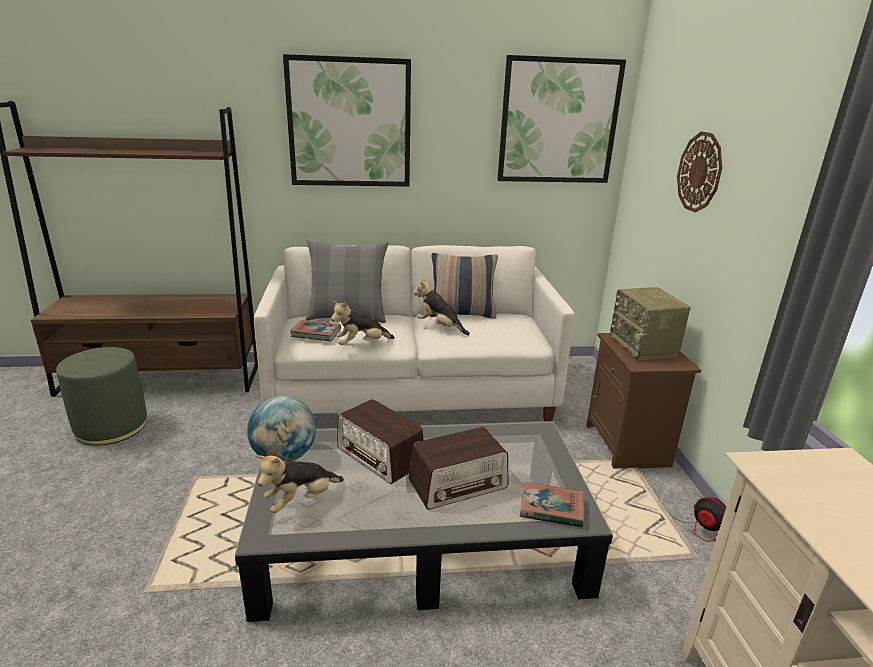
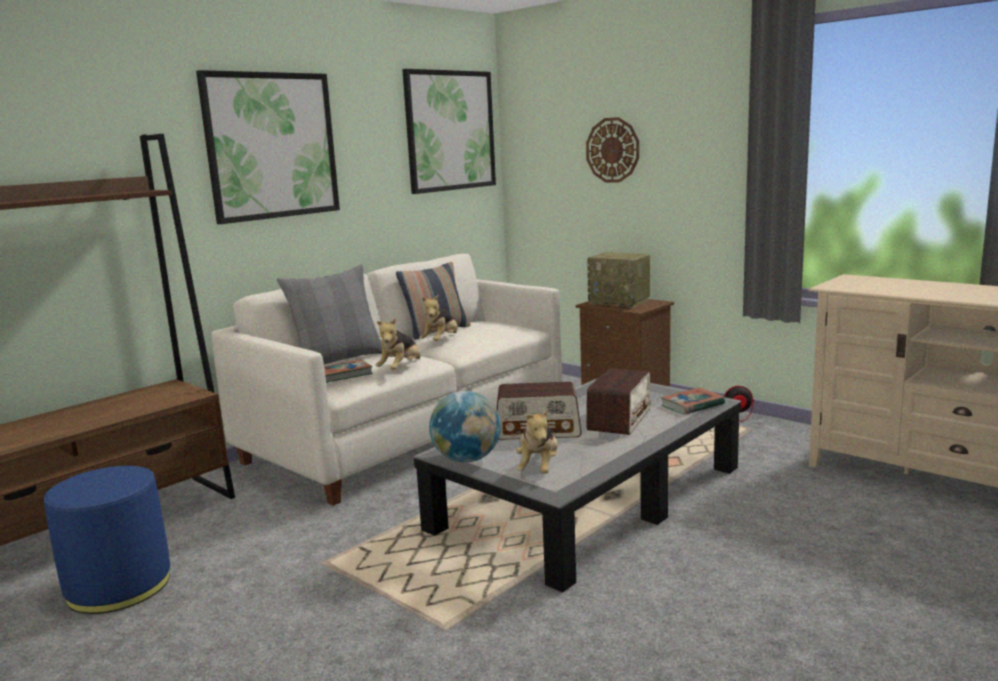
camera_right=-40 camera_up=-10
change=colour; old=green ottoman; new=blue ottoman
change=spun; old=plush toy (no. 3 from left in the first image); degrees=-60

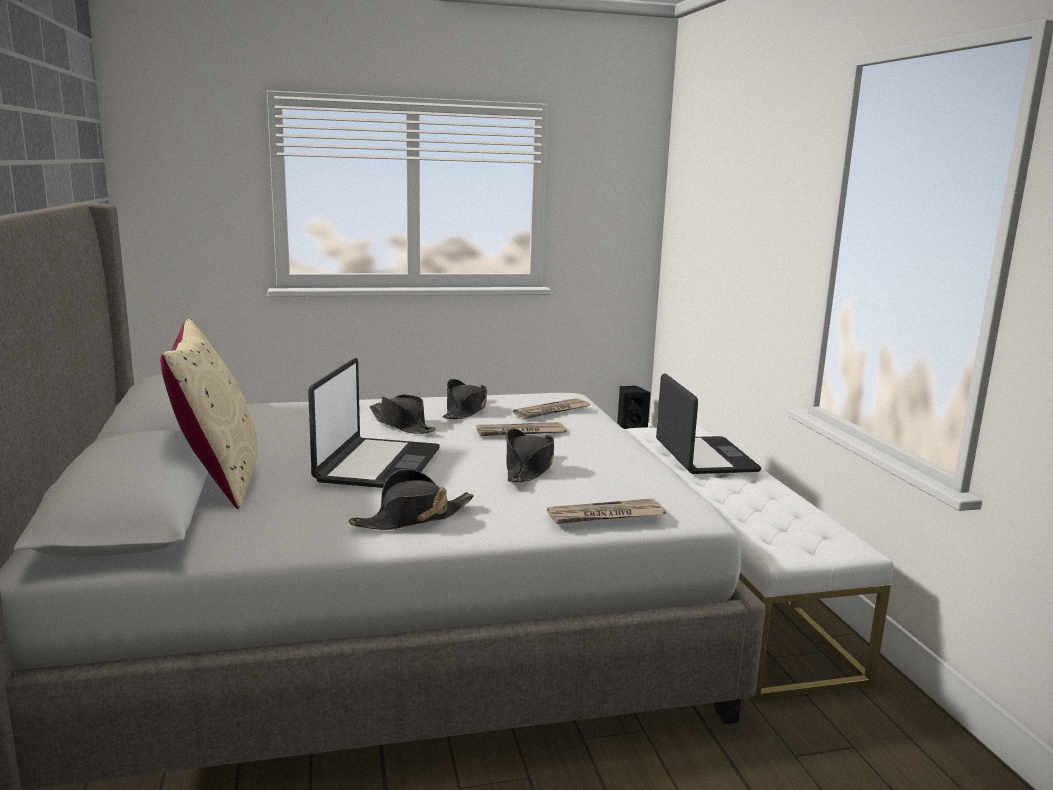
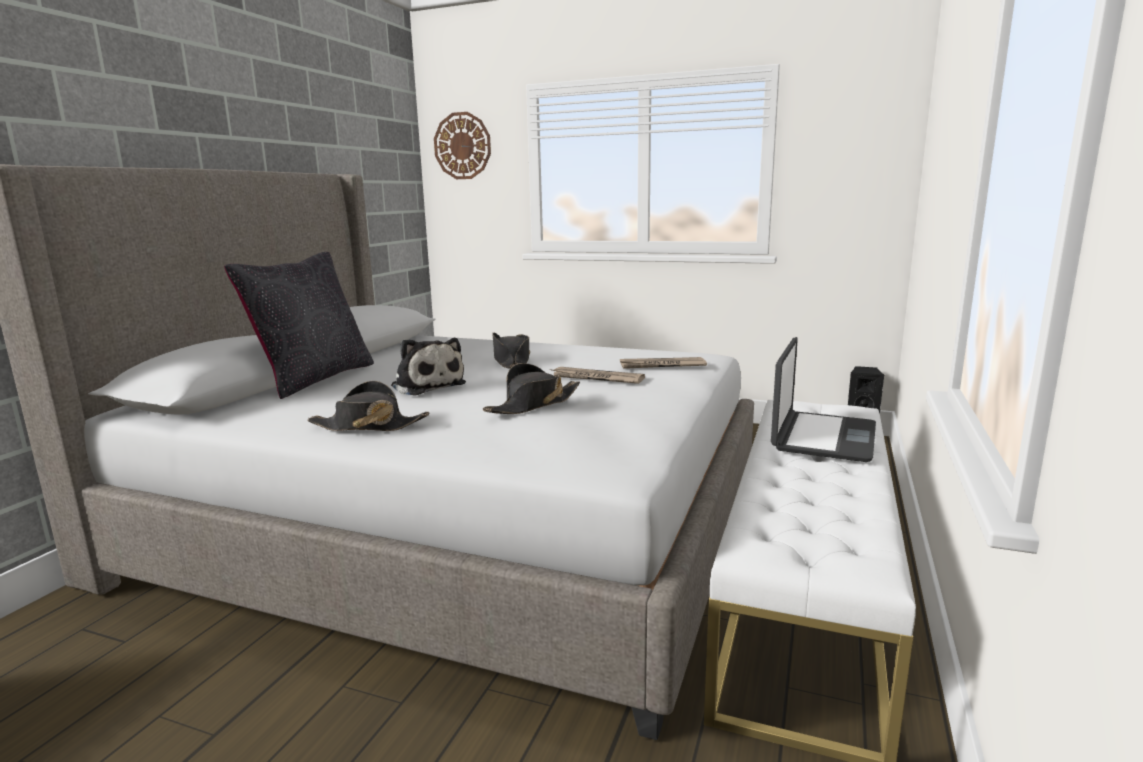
camera_right=35 camera_up=0
change=missing; old=black hat (no. 3 from left)
change=missing; old=newspaper (no. 3 from left)
change=appeared; new=wall clock
change=exchanged; old=laptop (no. 1 from left); new=plush toy
change=colour; old=beige pillow; new=black pillow

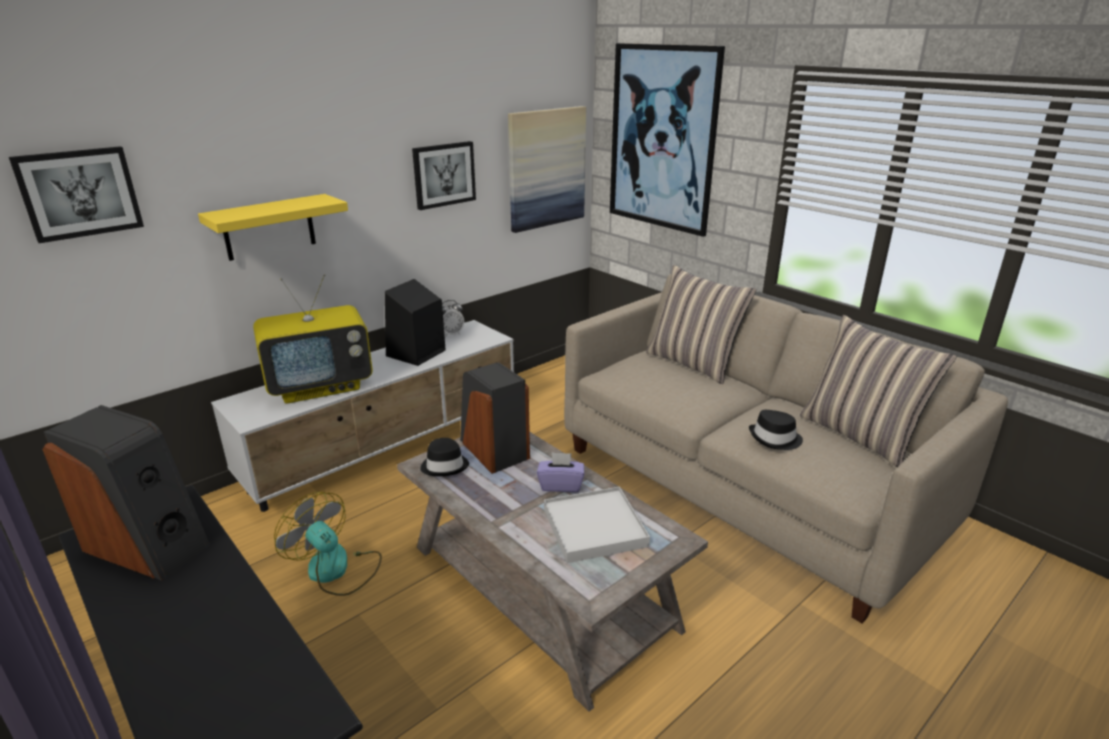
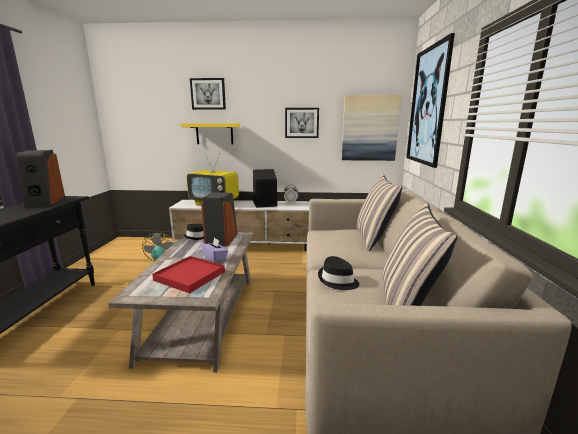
camera_right=45 camera_up=-10
change=relocated; old=picture (no. 1 from left)
change=colour; old=white tray; new=red tray

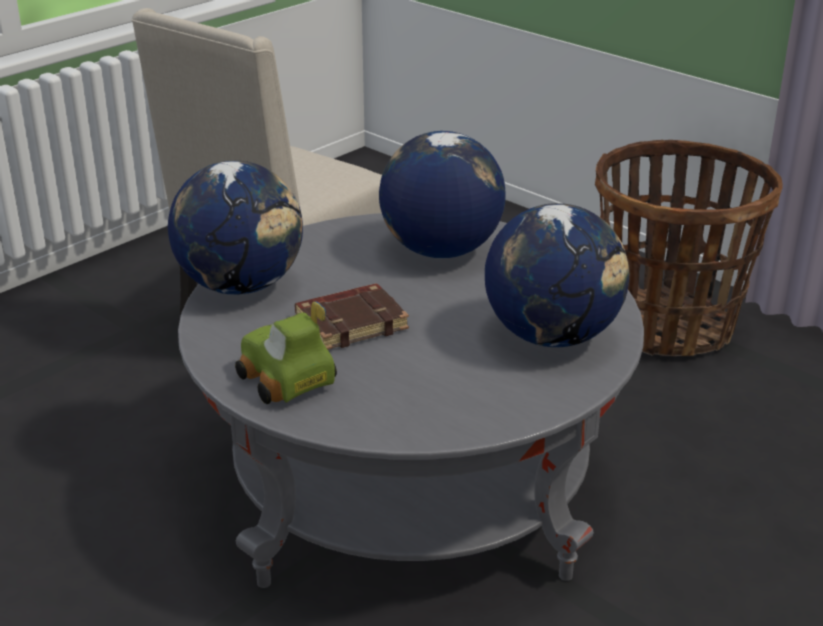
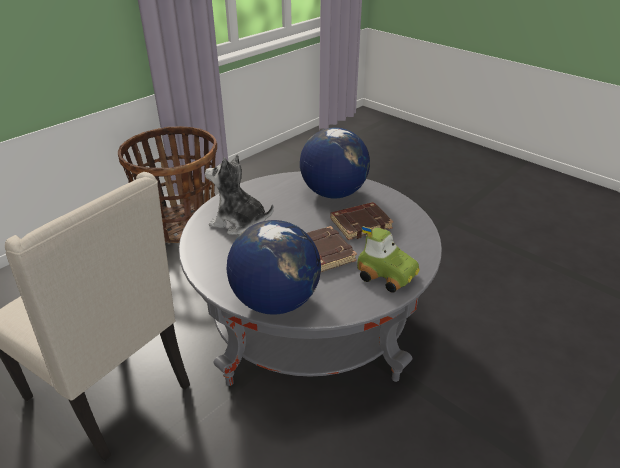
camera_right=-90 camera_up=5
change=appeared; new=brown book (no. 2 from left)
change=exchanged; old=globe (no. 2 from left); new=plush toy
change=spun; old=toy car; degrees=-105

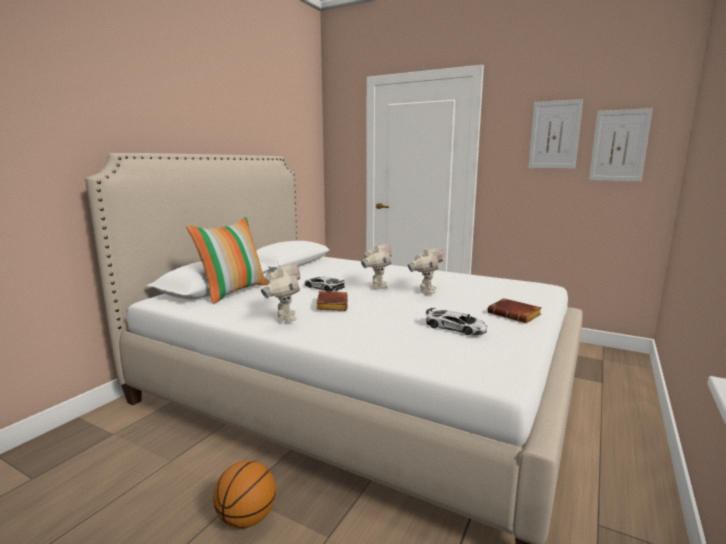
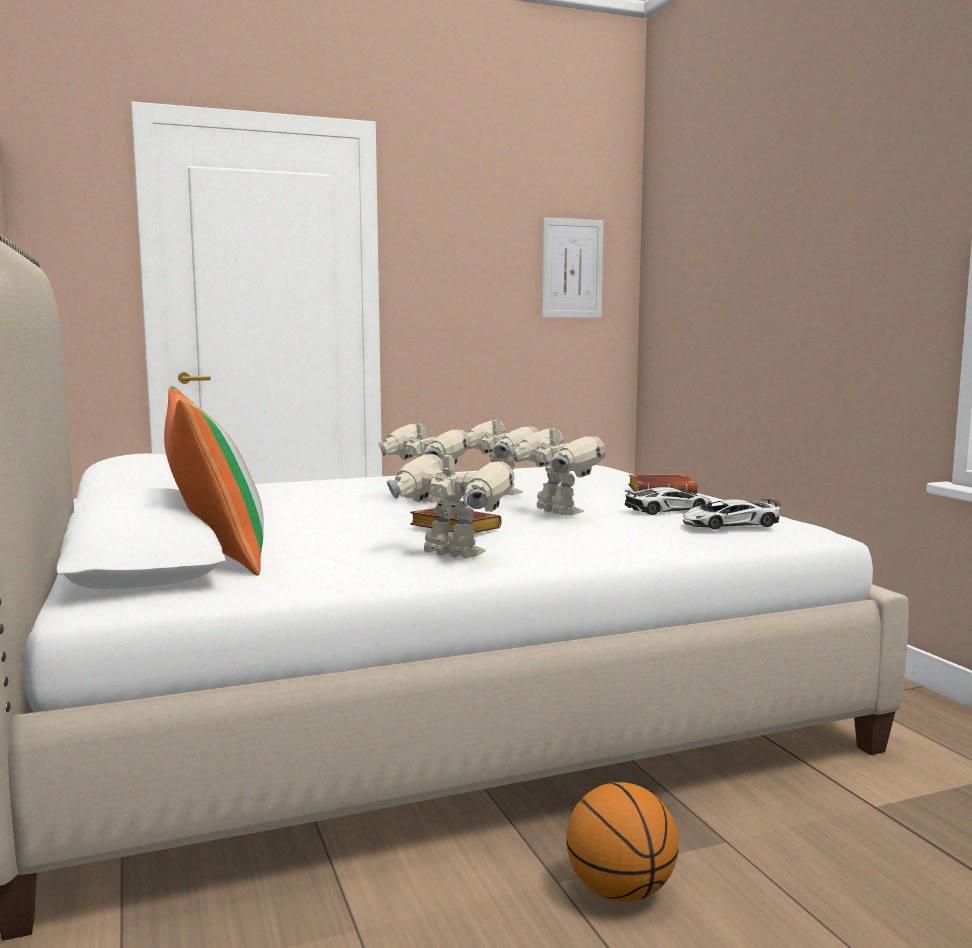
camera_right=-50 camera_up=-5
change=missing; old=picture (no. 1 from left)
change=appeared; new=toy robot (no. 4 from left)
change=relocated; old=toy car (no. 1 from left in the first image); new=toy car (no. 2 from left)

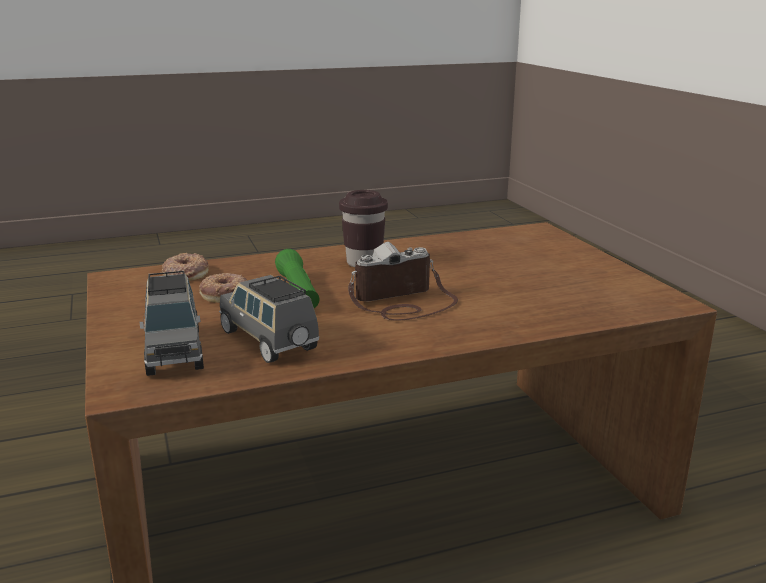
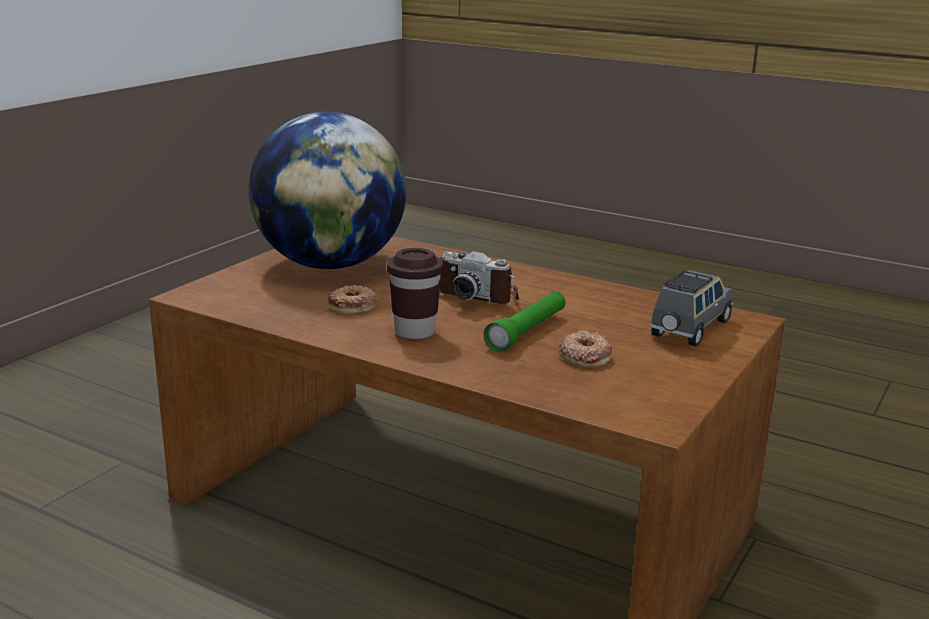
camera_right=-130 camera_up=0
change=missing; old=grey toy car (no. 2 from left)
change=appeared; new=globe
change=relocated; old=donut (no. 1 from left)

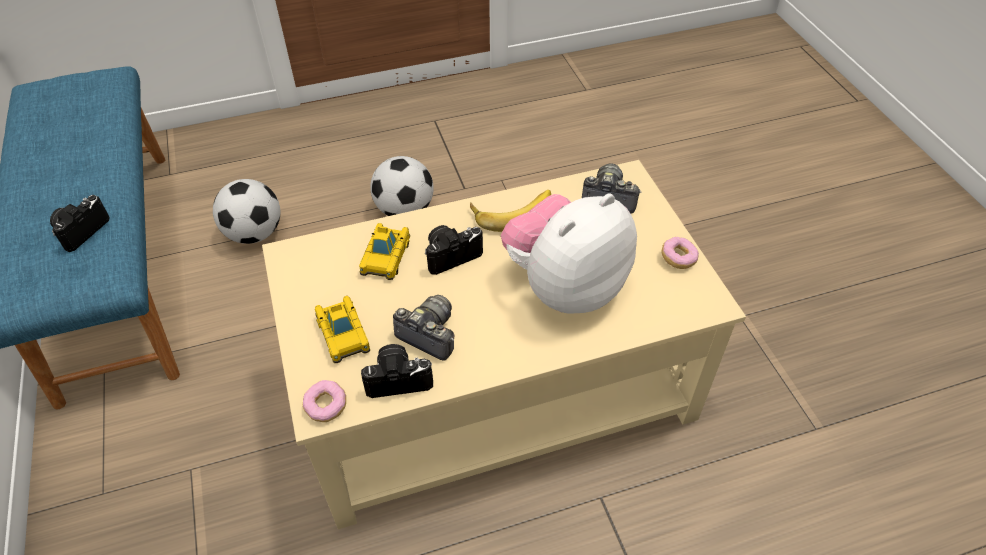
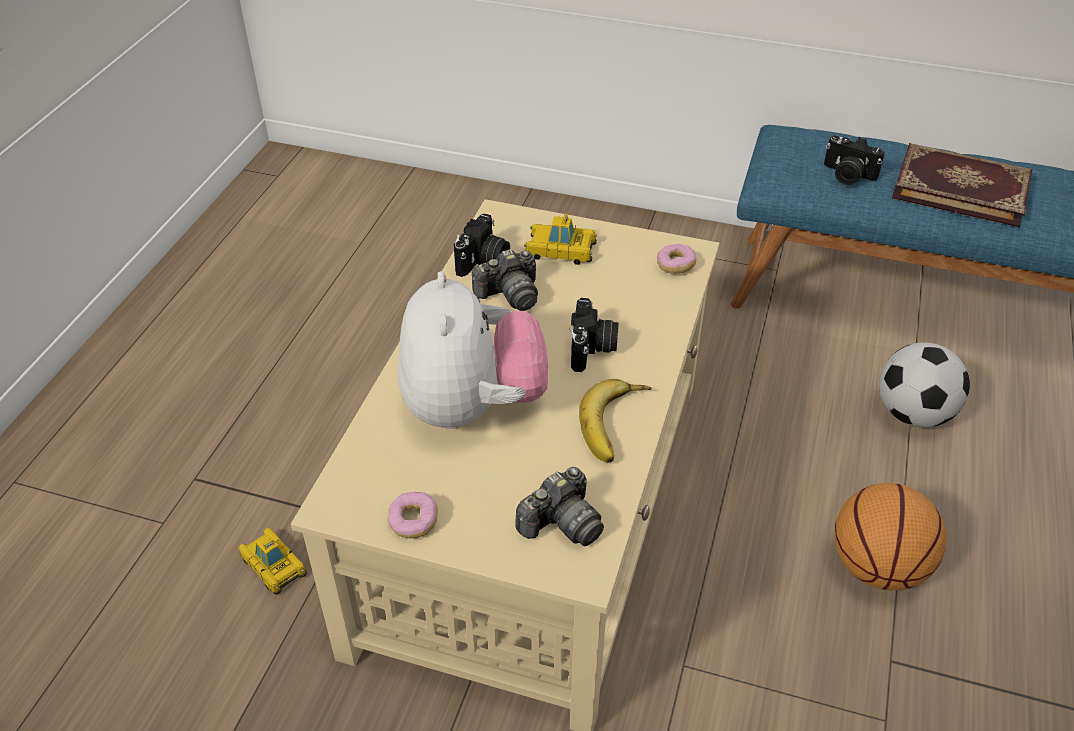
camera_right=125 camera_up=-5
change=appeared; new=book
change=relocated; old=donut (no. 1 from left in the first image); new=donut (no. 2 from left)
change=relocated; old=toy car (no. 2 from left in the first image); new=toy car (no. 1 from left)
change=exchanged; old=football (no. 2 from left); new=basketball
change=spun; old=photo camera (no. 1 from left in the first image); degrees=150

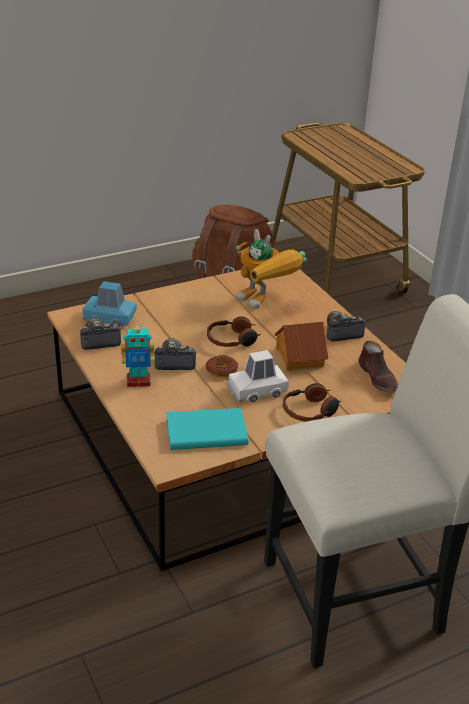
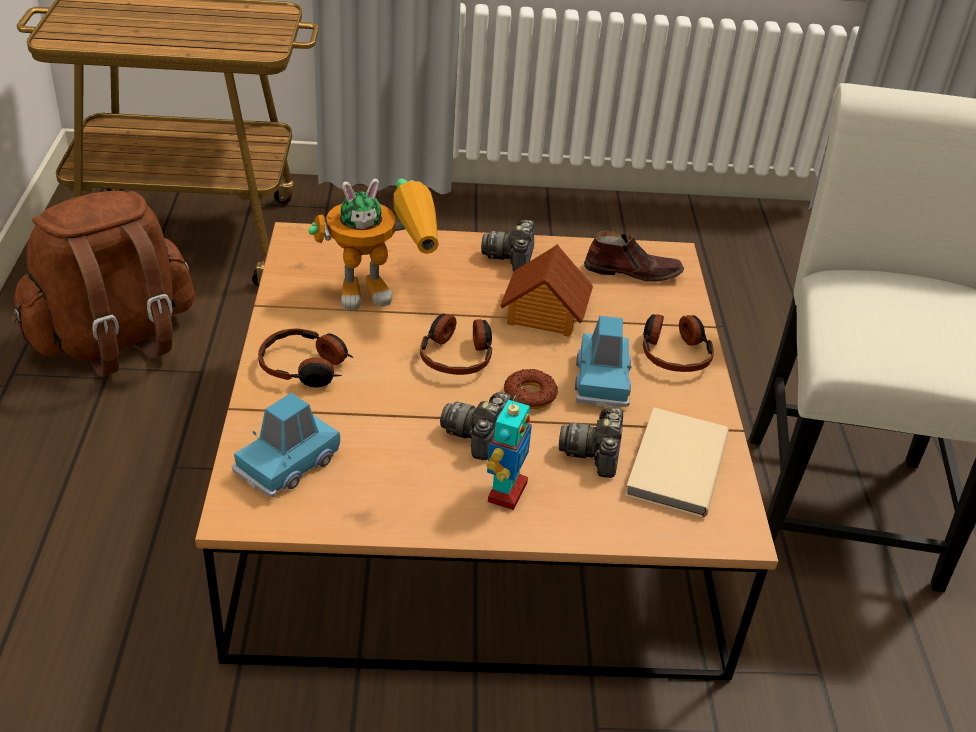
camera_right=-65 camera_up=5
change=appeared; new=headphones (no. 1 from left)
change=relocated; old=photo camera (no. 1 from left in the first image); new=photo camera (no. 3 from left)
change=colour; old=turquoise book; new=beige book
change=colour; old=white toy car; new=blue toy car (no. 2 from left)

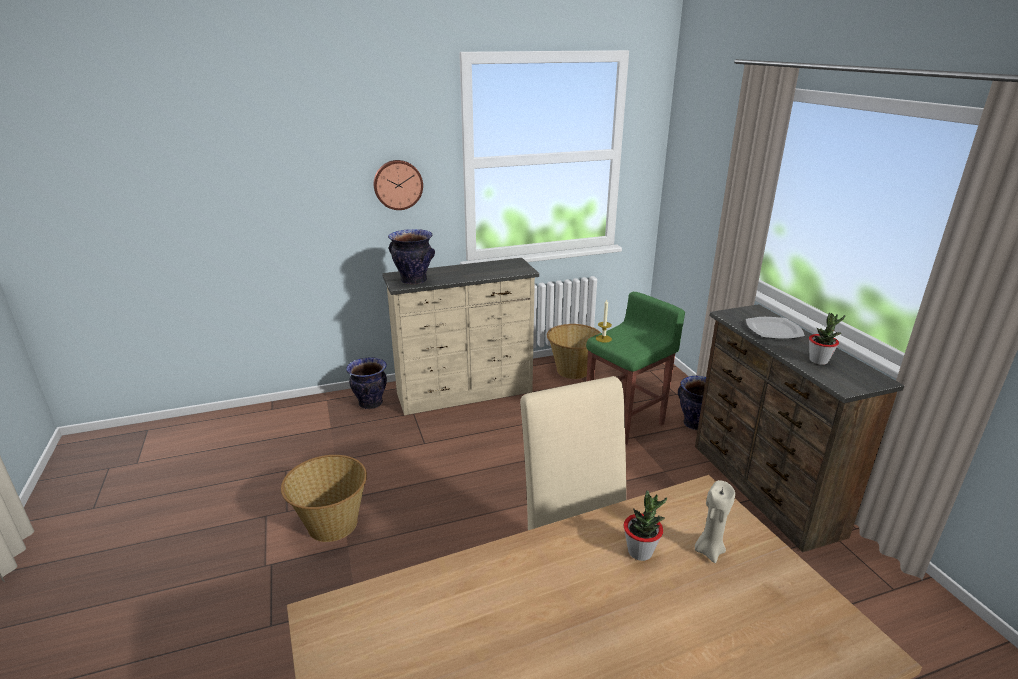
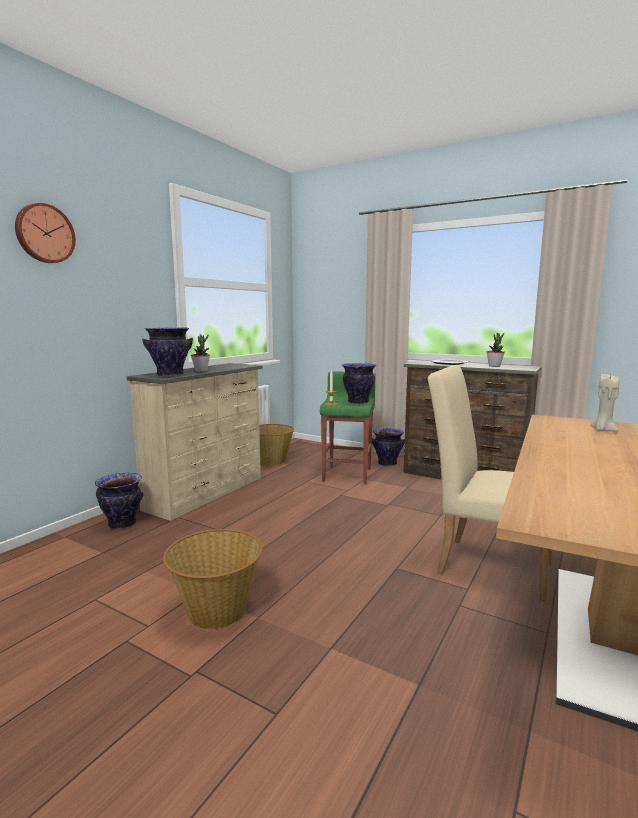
camera_right=-40 camera_up=-15
change=appeared; new=vase (no. 3 from left)
change=relocated; old=wall clock
change=relocated; old=potted plant (no. 1 from left)

